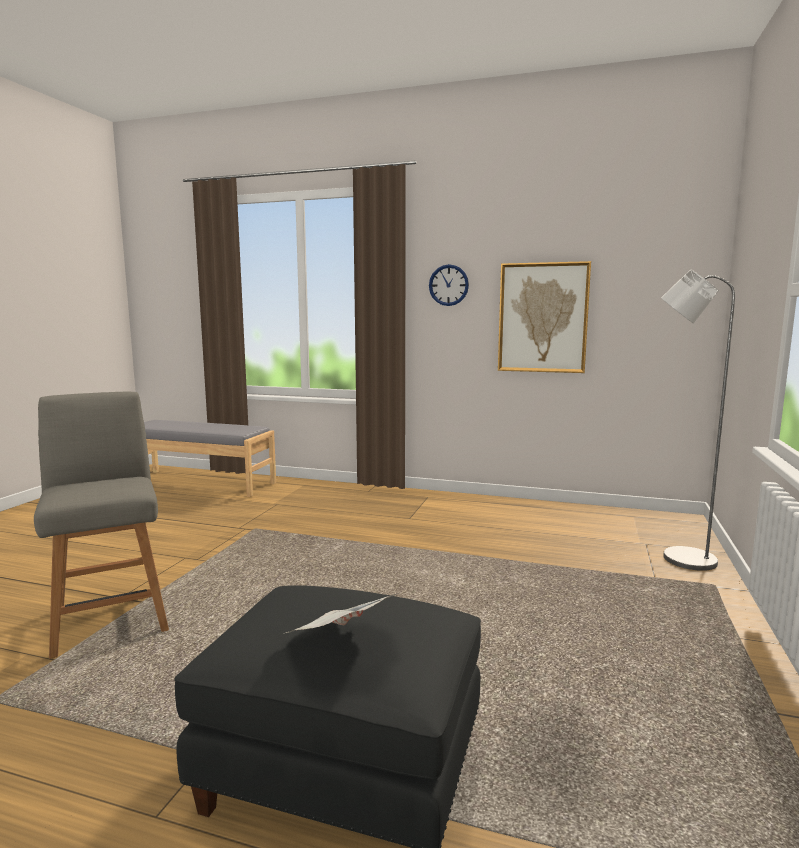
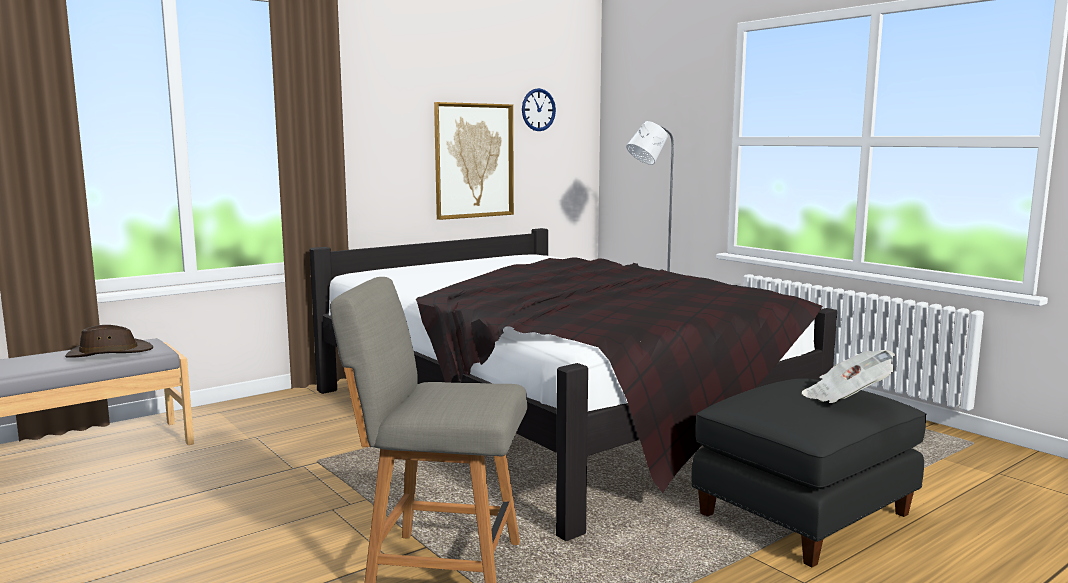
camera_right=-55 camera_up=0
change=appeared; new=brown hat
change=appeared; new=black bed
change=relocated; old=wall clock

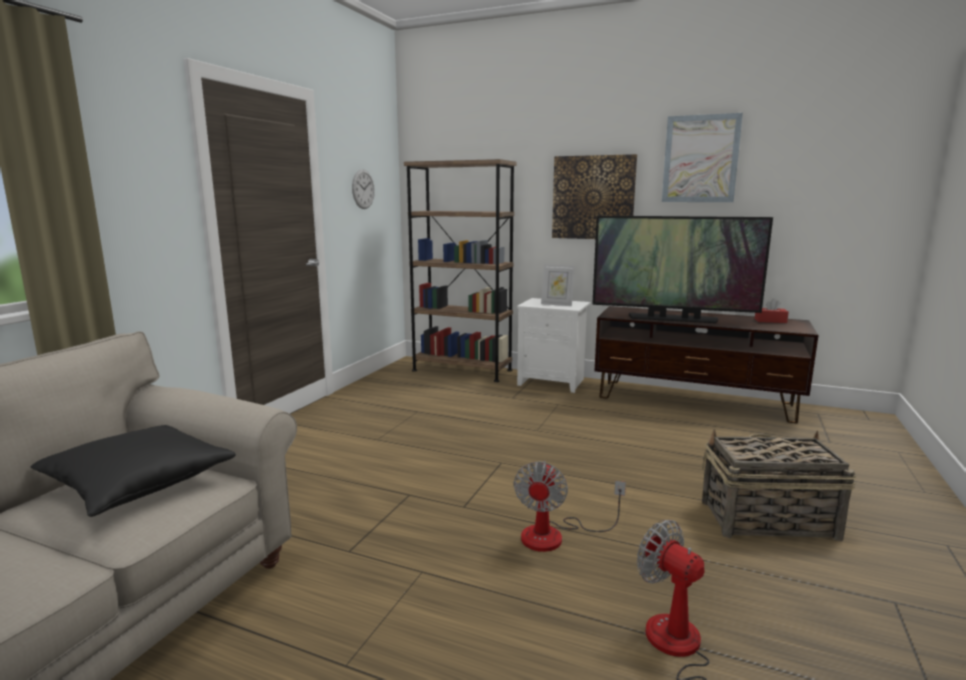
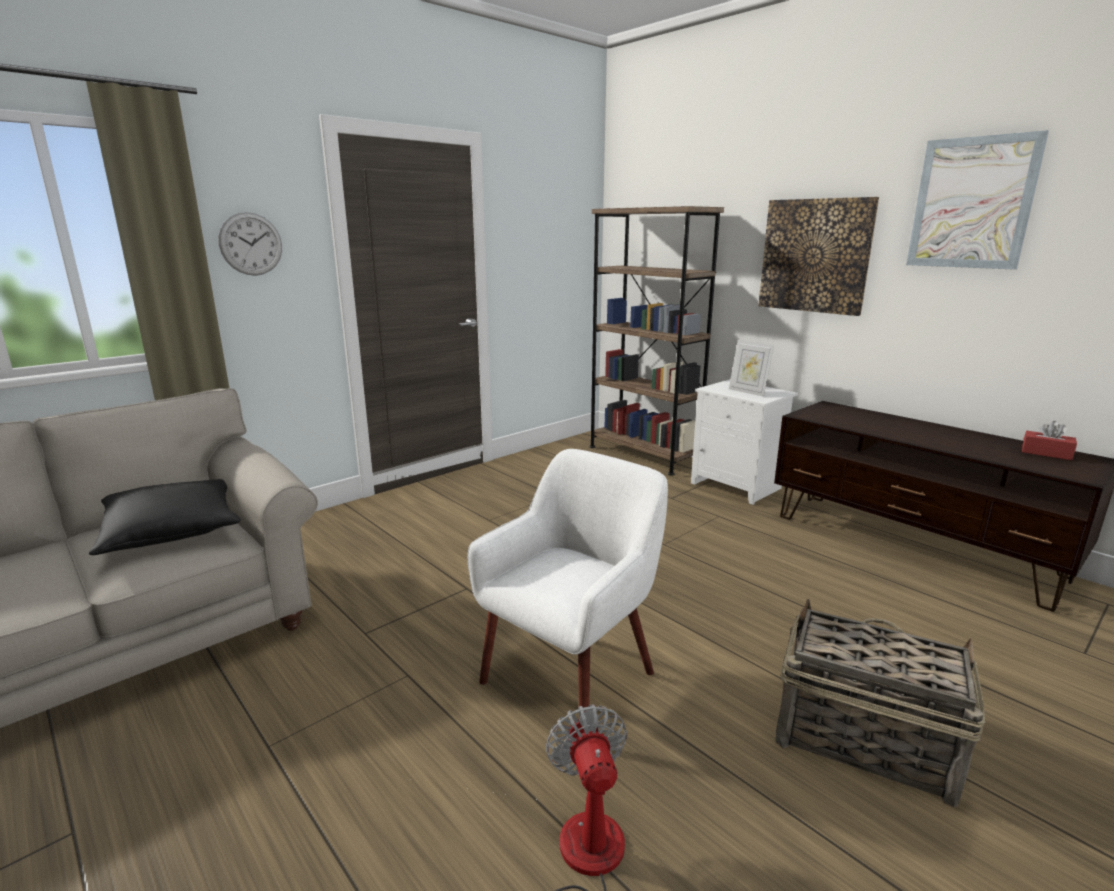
camera_right=25 camera_up=5
change=missing; old=television
change=relocated; old=wall clock
change=exchanged; old=fan (no. 1 from left); new=white armchair

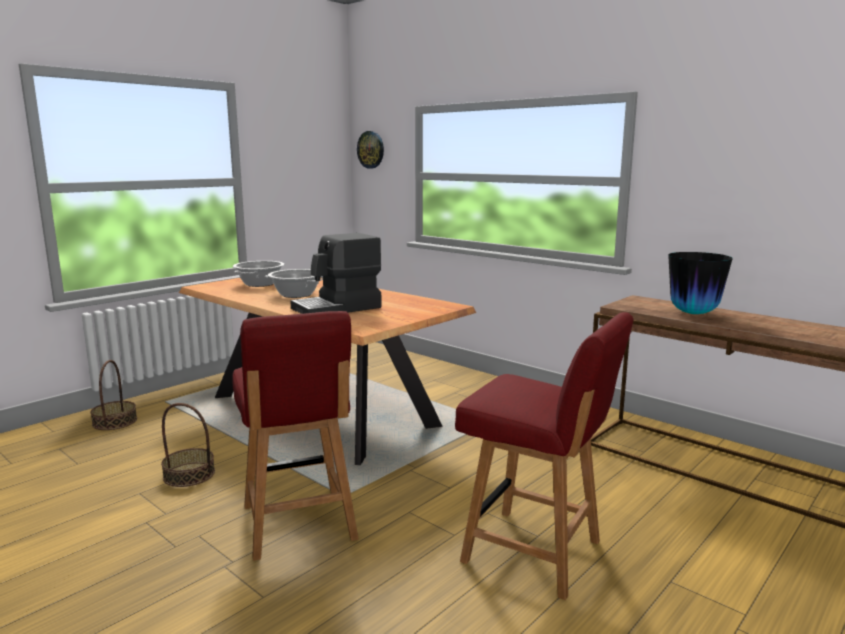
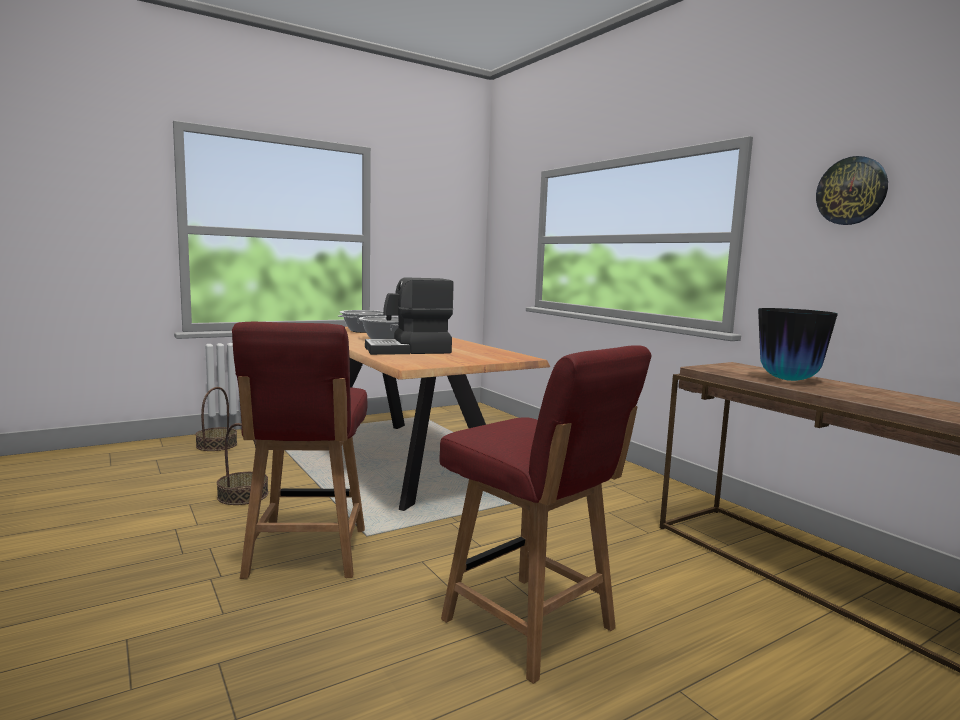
camera_right=15 camera_up=-5
change=relocated; old=wall clock

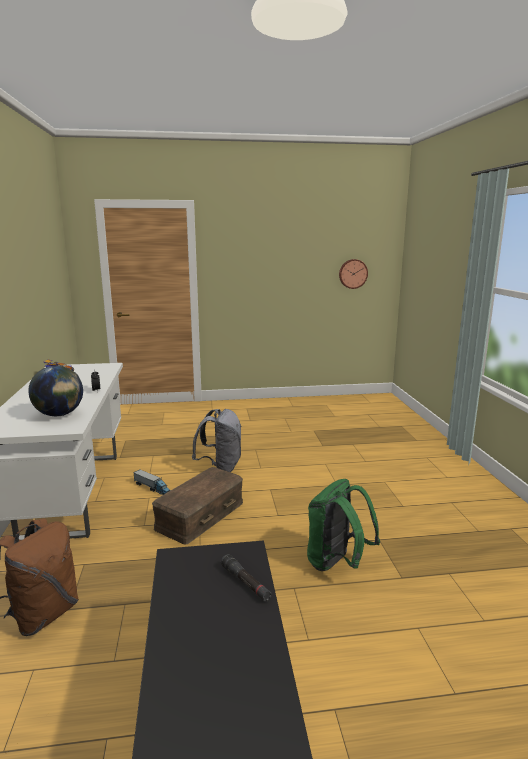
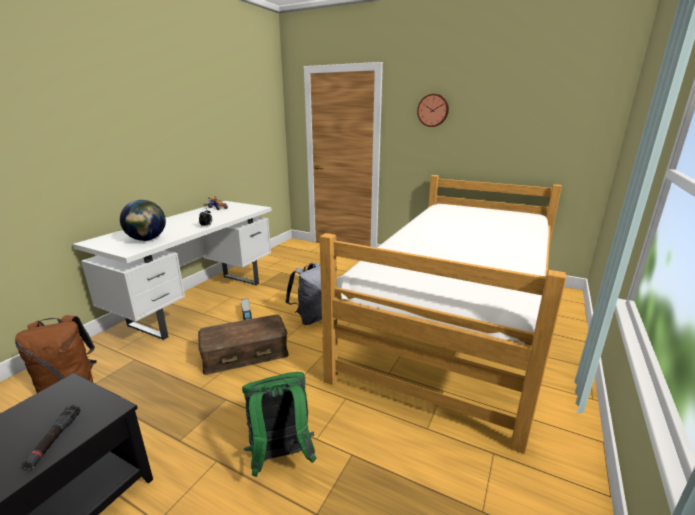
camera_right=35 camera_up=5
change=appeared; new=bed
change=relocated; old=wall clock

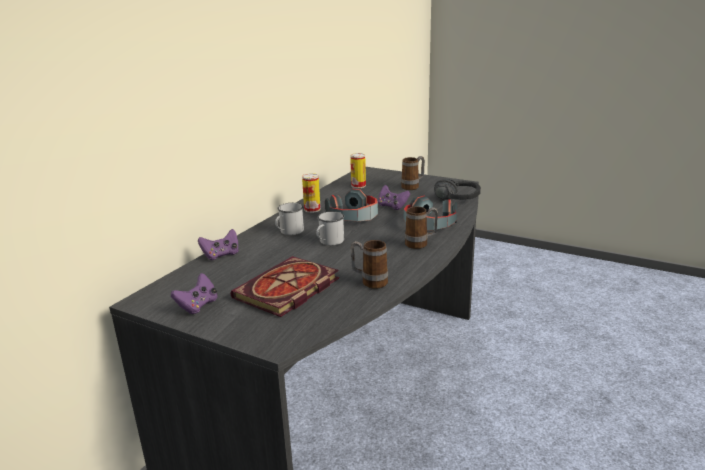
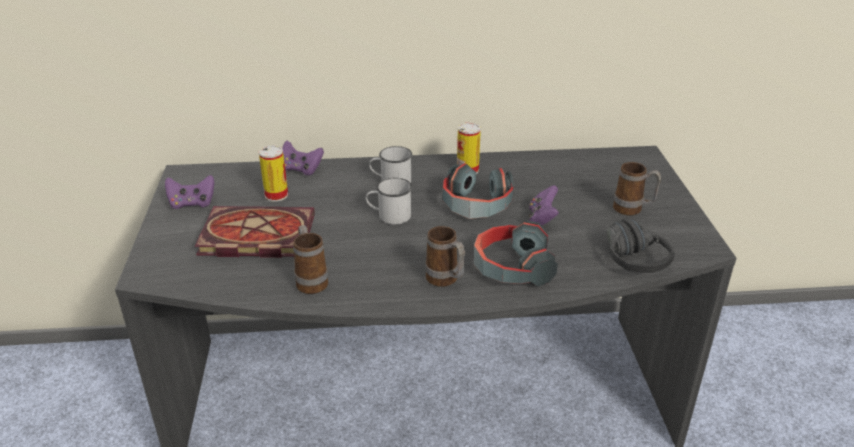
camera_right=55 camera_up=10
change=relocated; old=can (no. 2 from left in the first image); new=can (no. 1 from left)

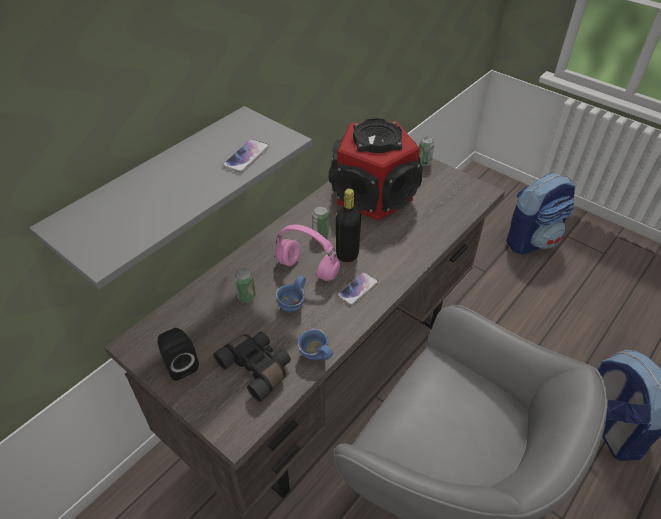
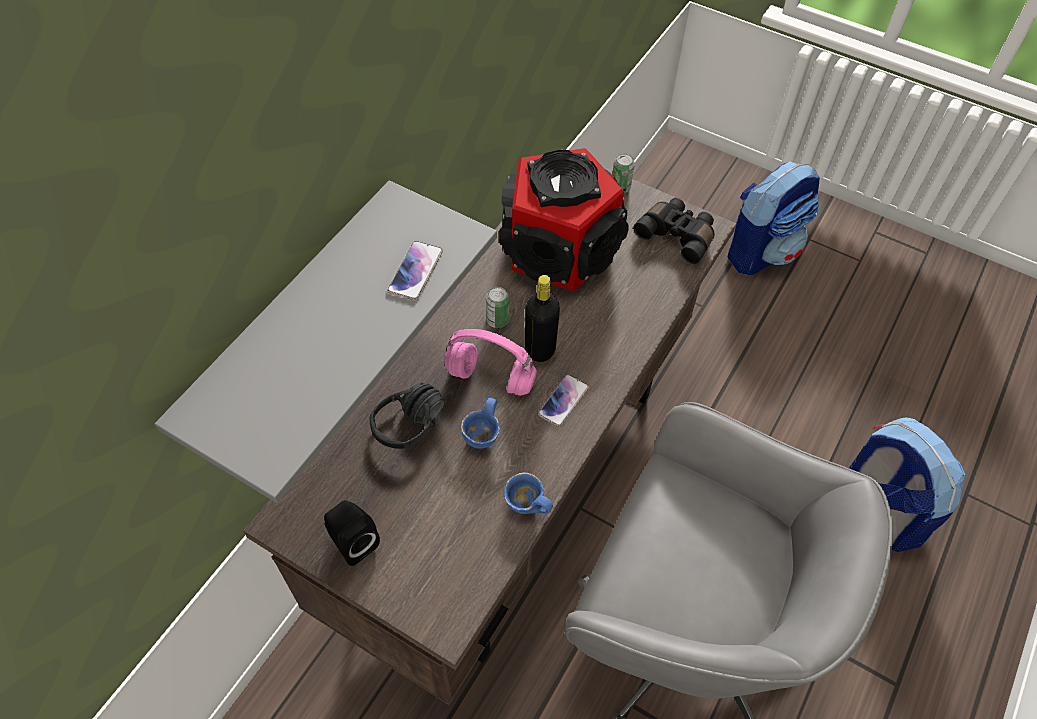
camera_right=-10 camera_up=10
change=relocated; old=black binoculars
change=exchanged; old=can (no. 1 from left); new=black headphones

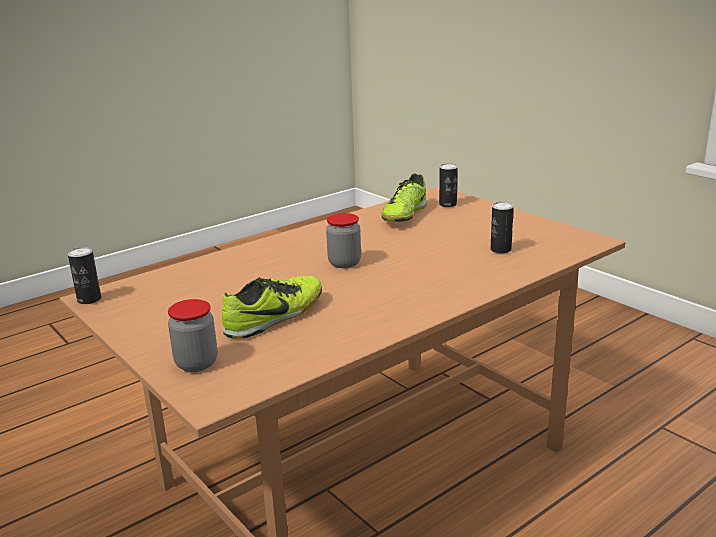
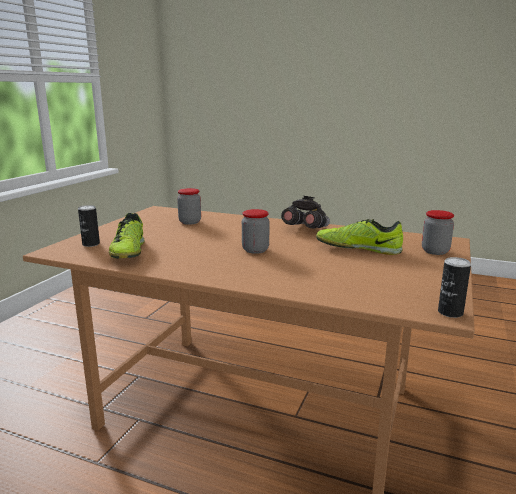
camera_right=-120 camera_up=-5
change=appeared; new=grey binoculars
change=exchanged; old=can (no. 3 from left); new=jar (no. 1 from left)
change=spun; old=shoe (no. 2 from left in the first image); degrees=90

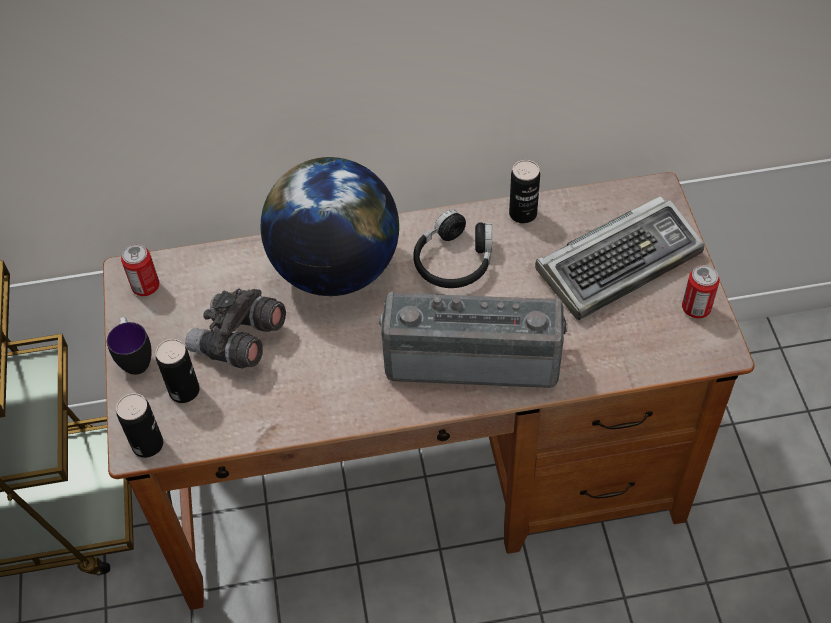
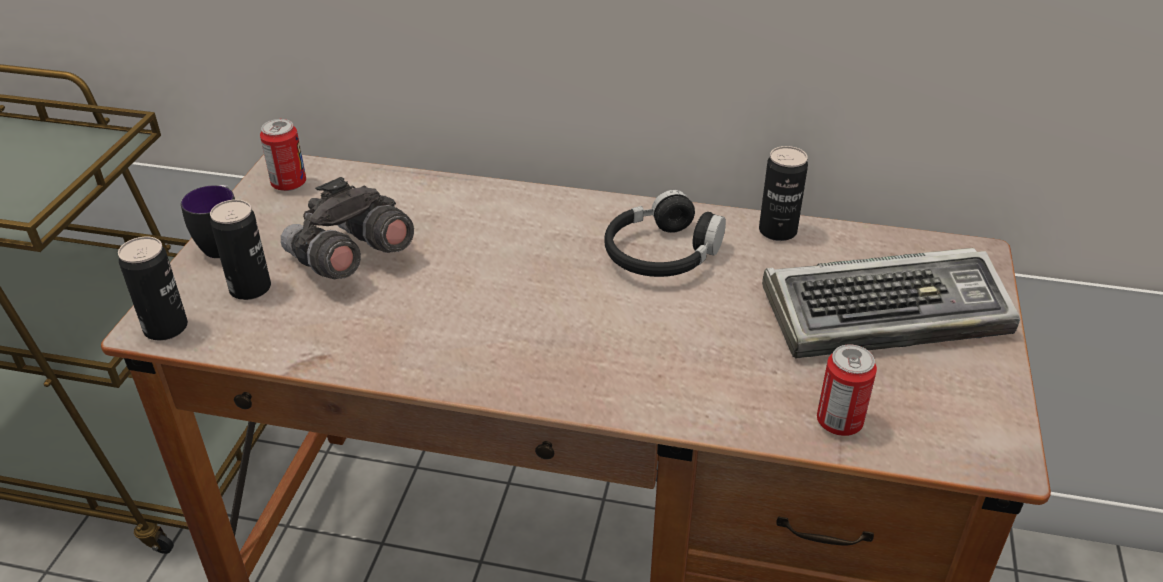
camera_right=20 camera_up=-15
change=missing; old=globe
change=missing; old=radio
change=relocated; old=can (no. 5 from left)

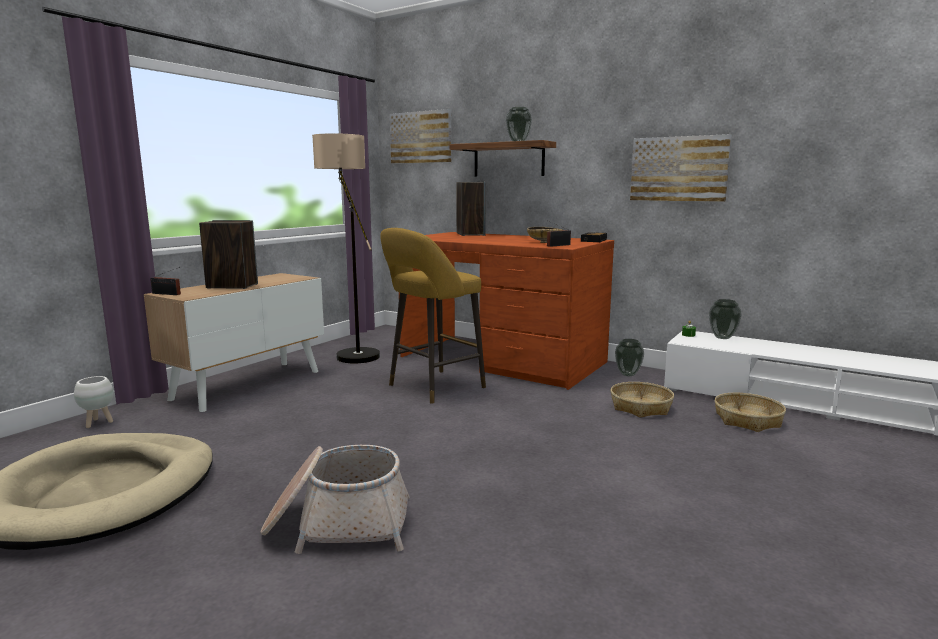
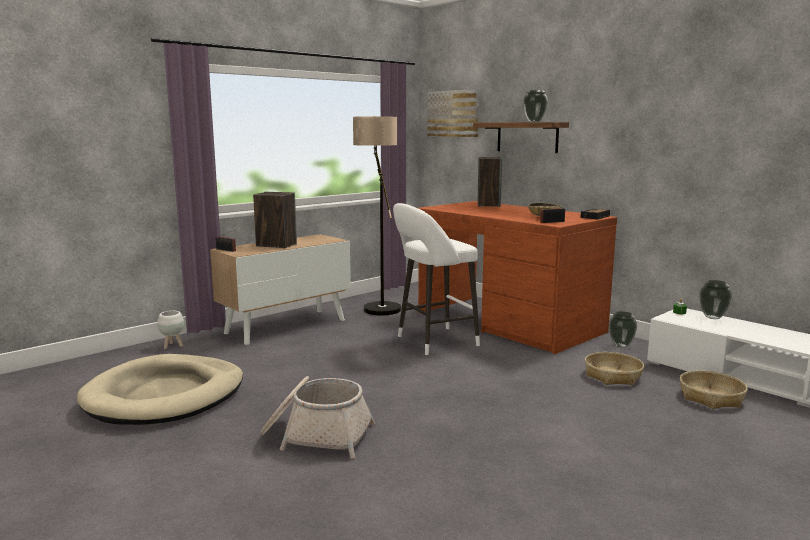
camera_right=15 camera_up=0
change=missing; old=picture (no. 2 from left)
change=colour; old=yellow stool; new=white stool

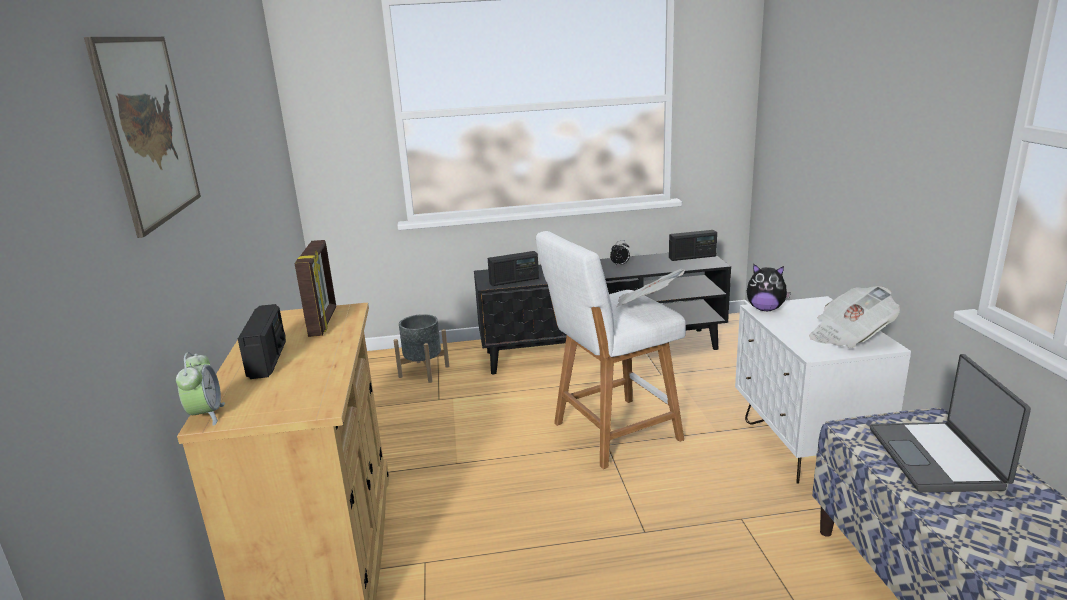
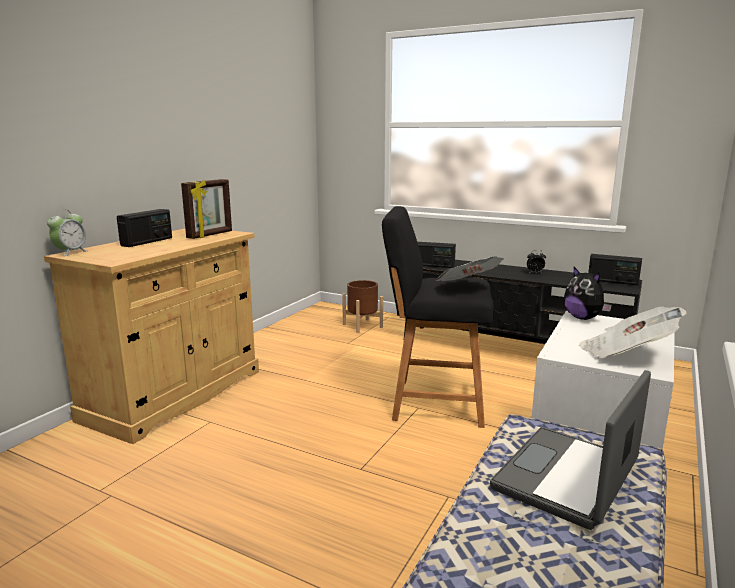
camera_right=35 camera_up=-5
change=missing; old=picture
change=colour; old=grey planter; new=brown planter
change=colour; old=white stool; new=black stool

